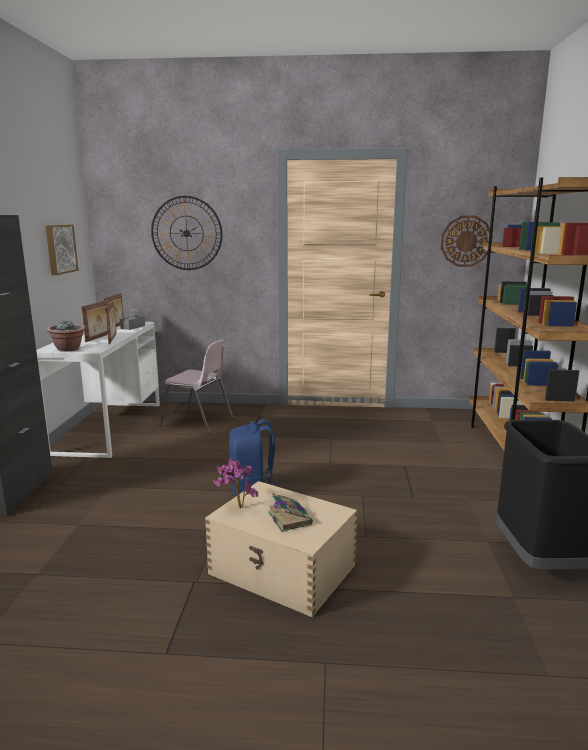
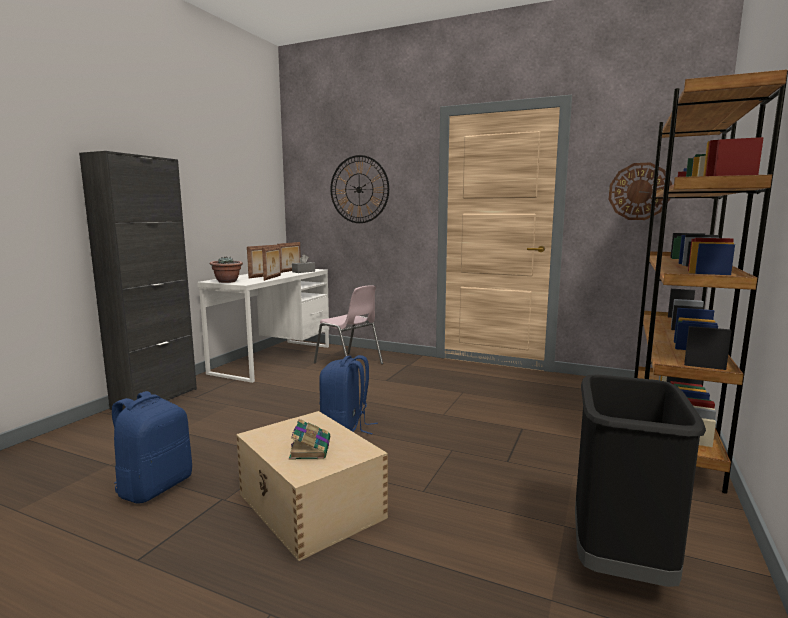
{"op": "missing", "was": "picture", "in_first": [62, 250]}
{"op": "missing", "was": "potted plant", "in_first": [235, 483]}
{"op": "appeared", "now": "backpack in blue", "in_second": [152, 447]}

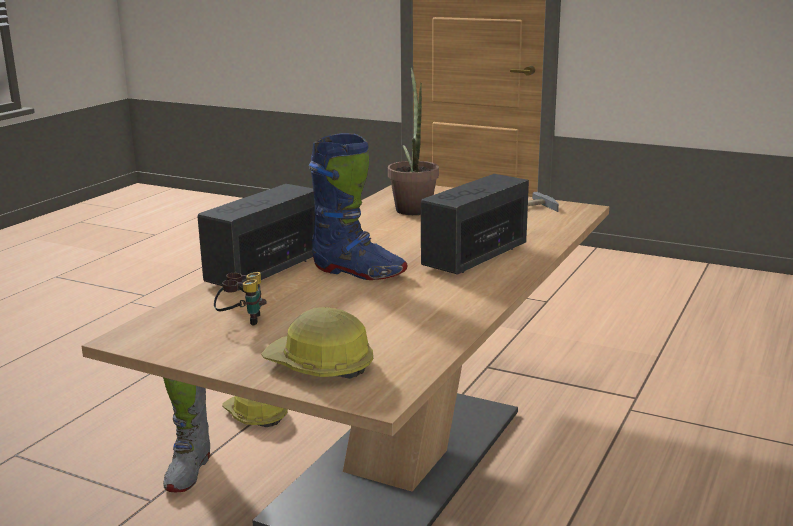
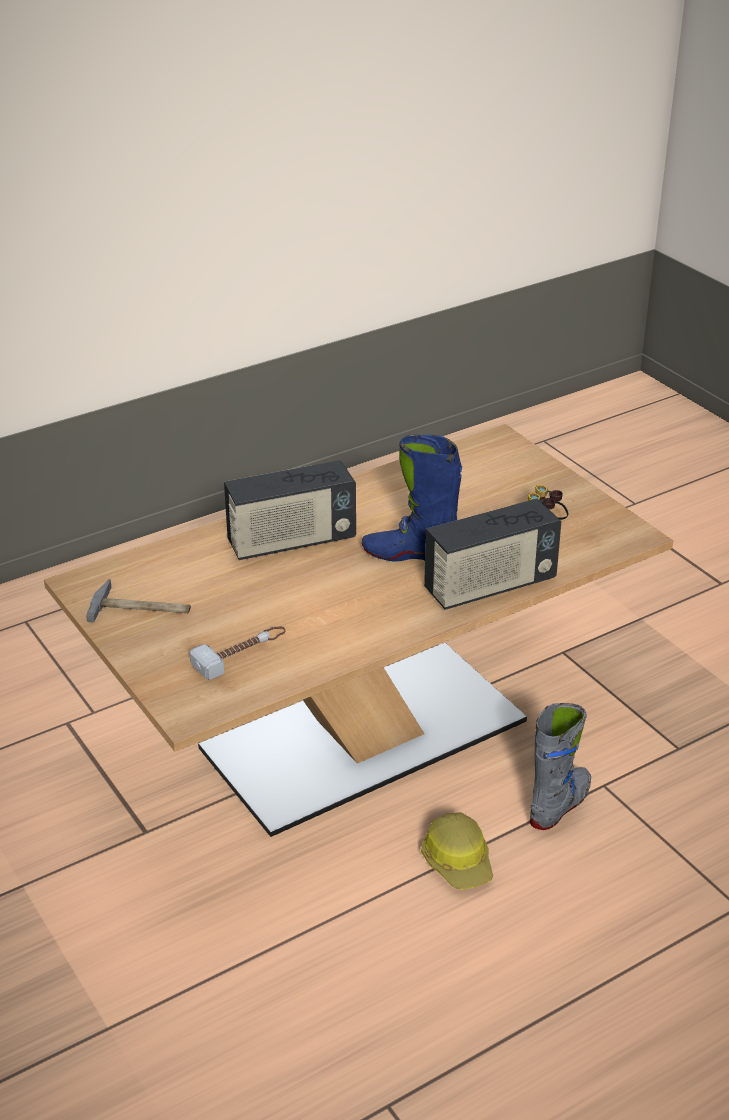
{"op": "exchanged", "was": "potted plant", "now": "hammer", "in_first": [413, 141], "in_second": [237, 653]}
{"op": "spun", "was": "boot in blue", "in_first": [358, 206], "in_second": [412, 497], "clockwise": -45}
{"op": "missing", "was": "hard hat", "in_first": [317, 343]}

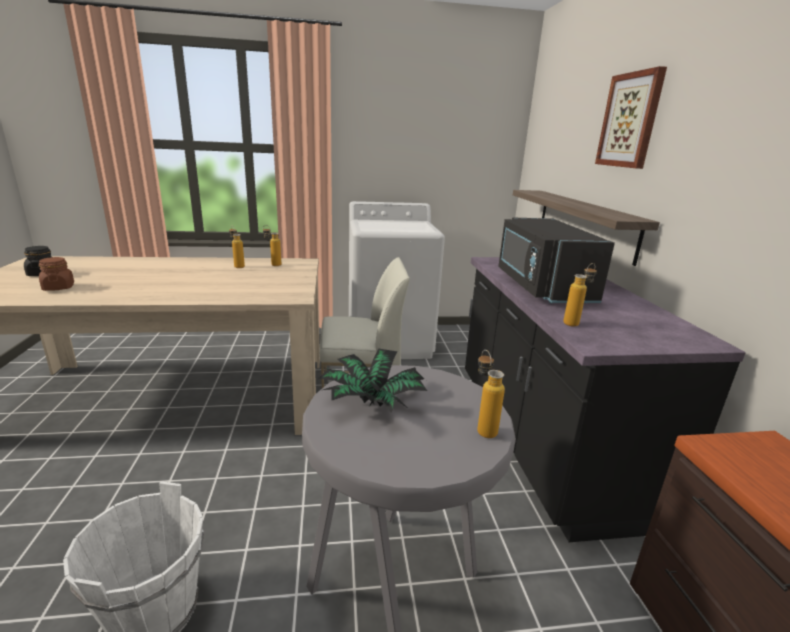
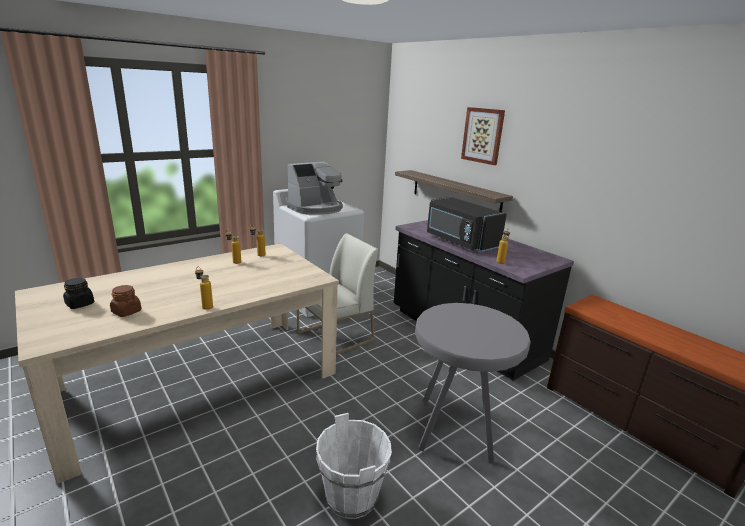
{"op": "missing", "was": "potted plant", "in_first": [373, 380]}
{"op": "relocated", "was": "bottle", "in_first": [491, 394], "in_second": [204, 288]}
{"op": "appeared", "now": "coffee machine", "in_second": [314, 188]}

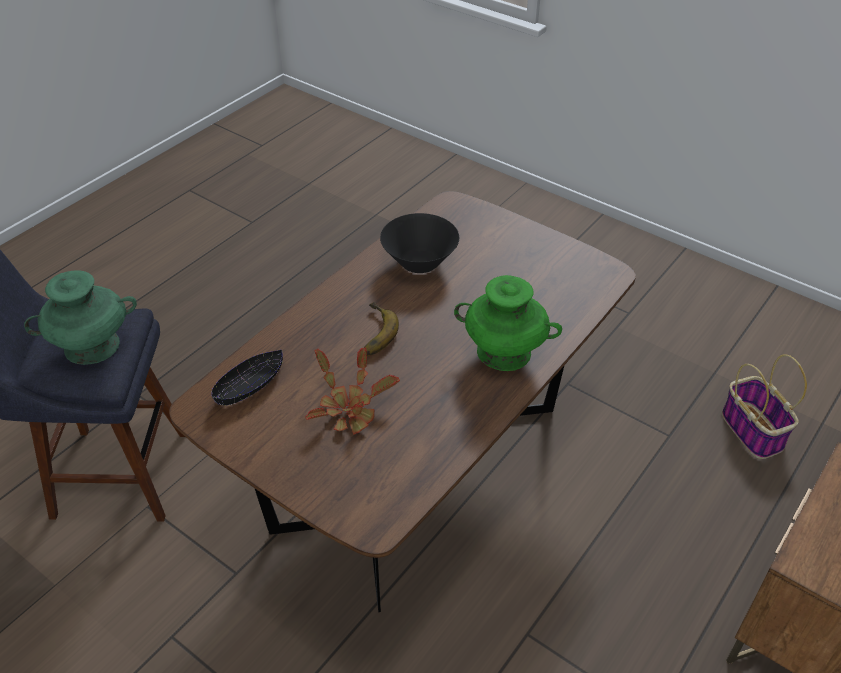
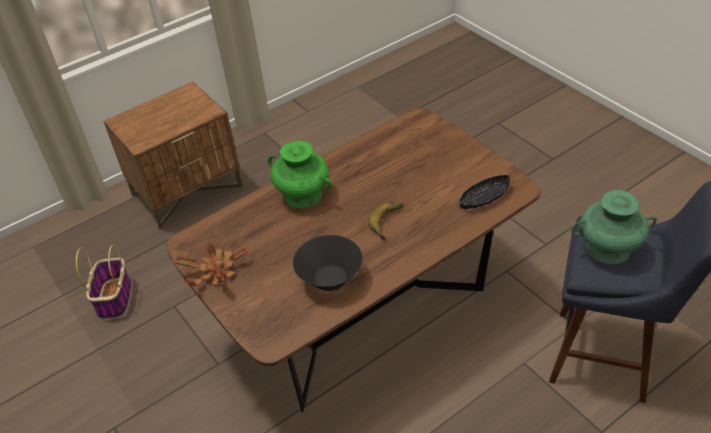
{"op": "relocated", "was": "potted plant", "in_first": [352, 391], "in_second": [211, 264]}

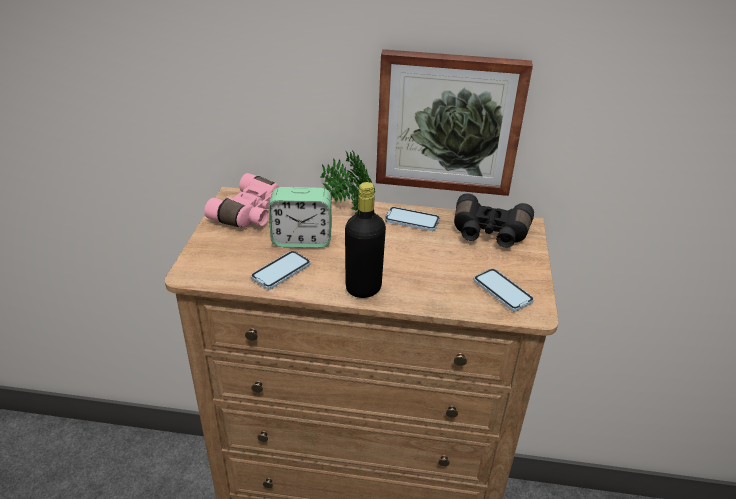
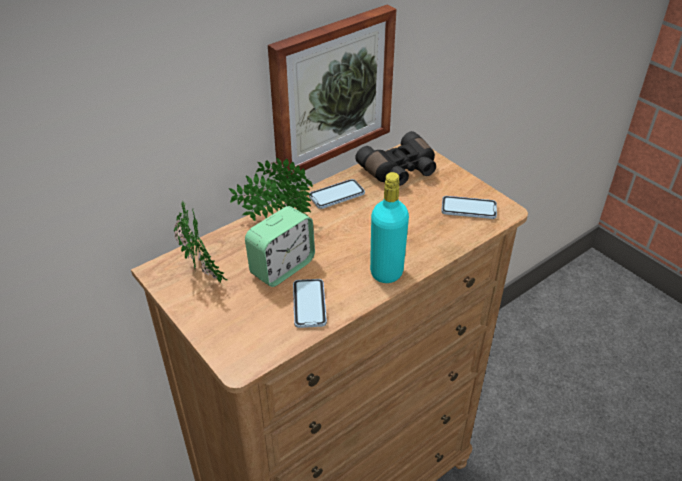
{"op": "exchanged", "was": "binoculars in pink", "now": "potted plant", "in_first": [241, 200], "in_second": [201, 243]}
{"op": "colour", "was": "bottle in black", "now": "bottle in turquoise", "in_first": [365, 240], "in_second": [389, 227]}

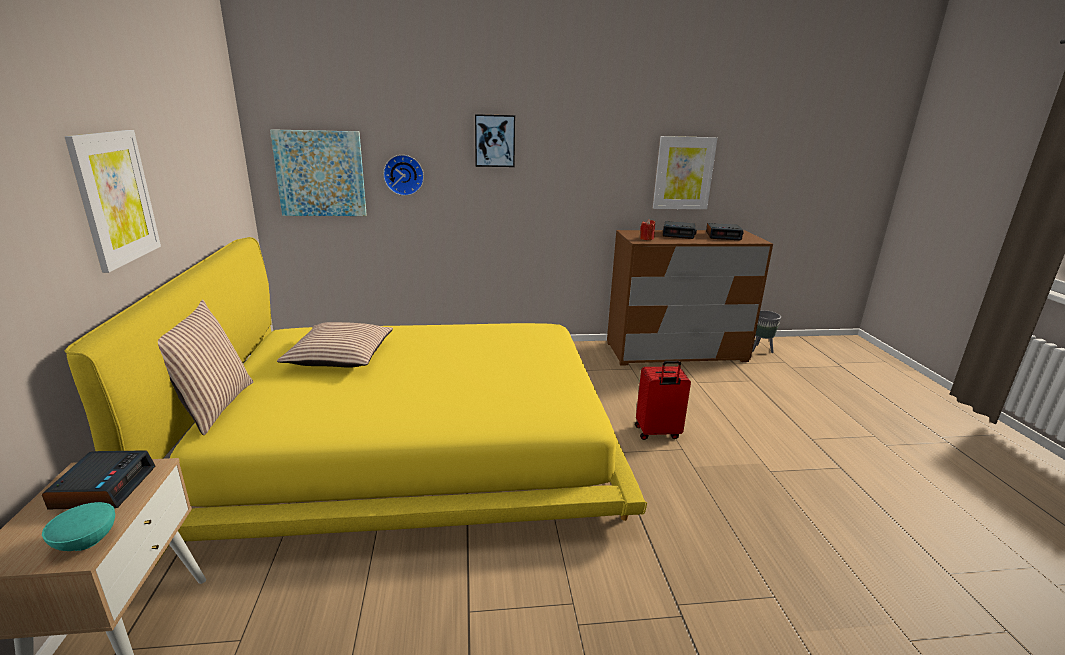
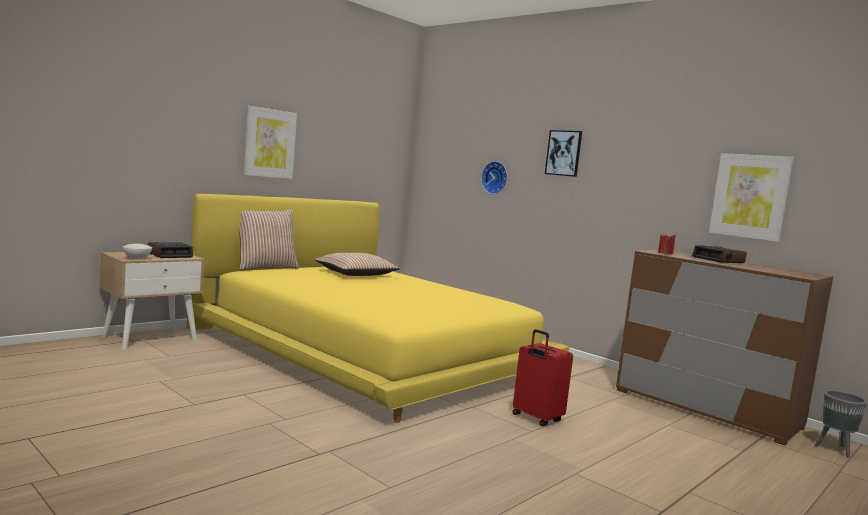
{"op": "missing", "was": "picture", "in_first": [318, 172]}
{"op": "missing", "was": "alarm clock", "in_first": [724, 231]}
{"op": "colour", "was": "bowl in turquoise", "now": "bowl in white", "in_first": [78, 526], "in_second": [137, 252]}

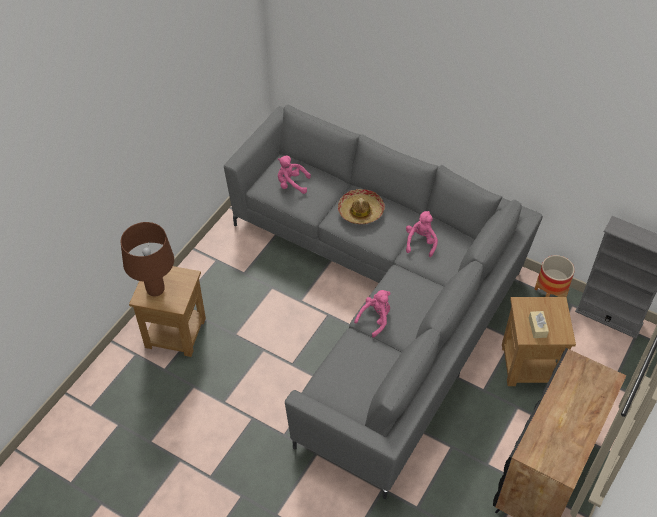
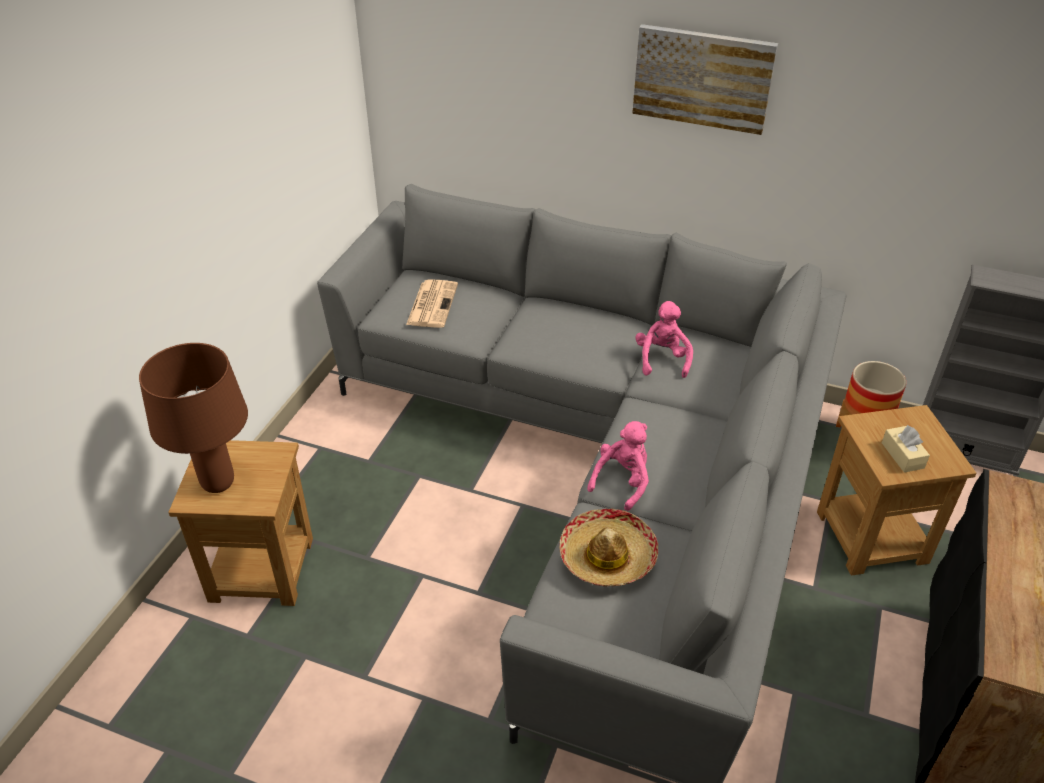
{"op": "exchanged", "was": "plush toy in pink", "now": "newspaper", "in_first": [294, 175], "in_second": [432, 303]}
{"op": "relocated", "was": "hat", "in_first": [361, 206], "in_second": [608, 547]}
{"op": "appeared", "now": "picture", "in_second": [705, 79]}

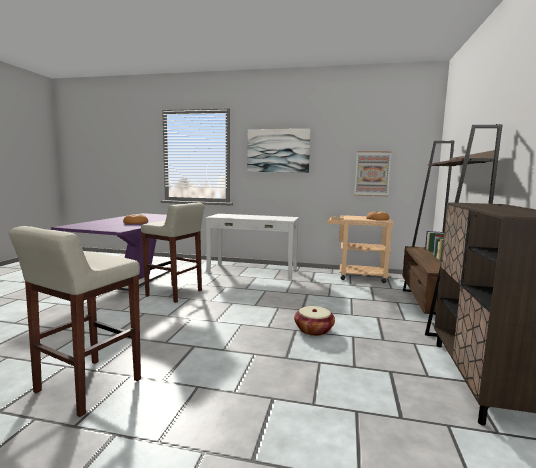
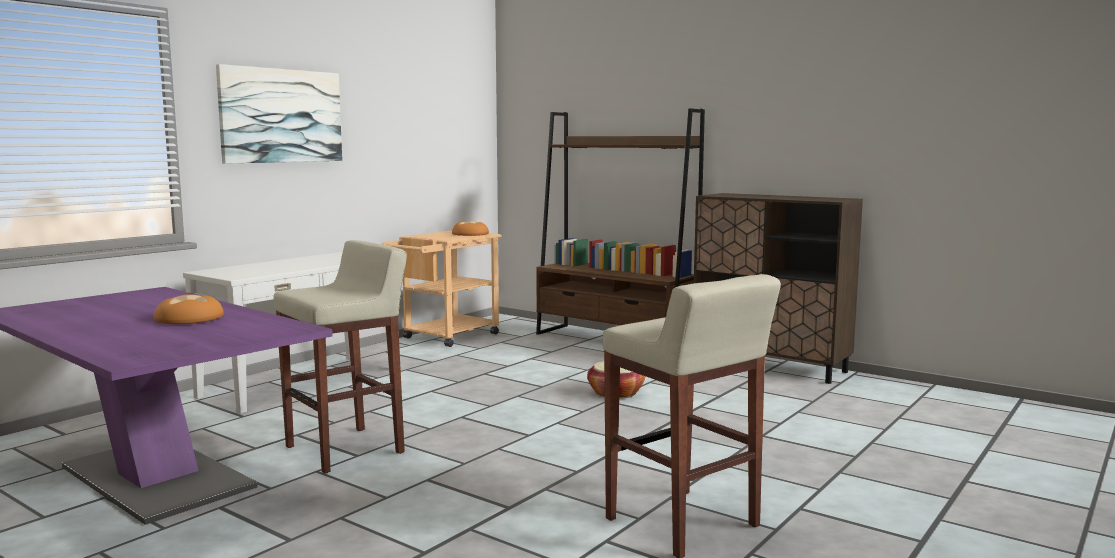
{"op": "missing", "was": "picture", "in_first": [372, 174]}

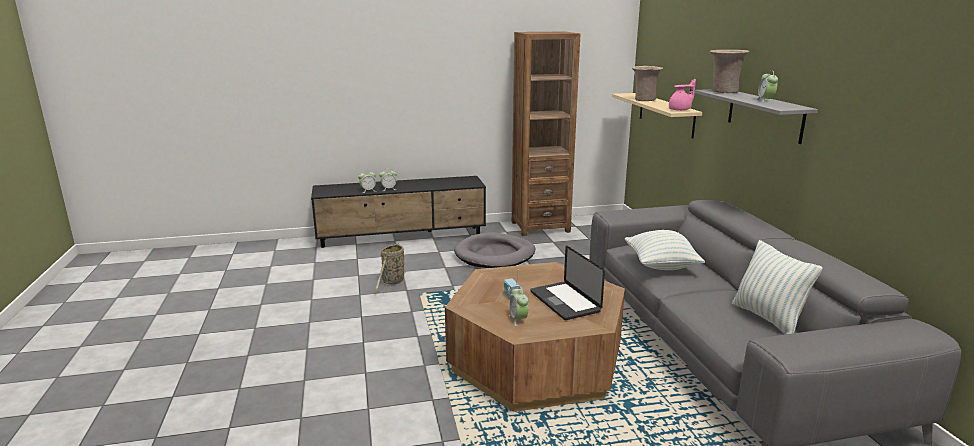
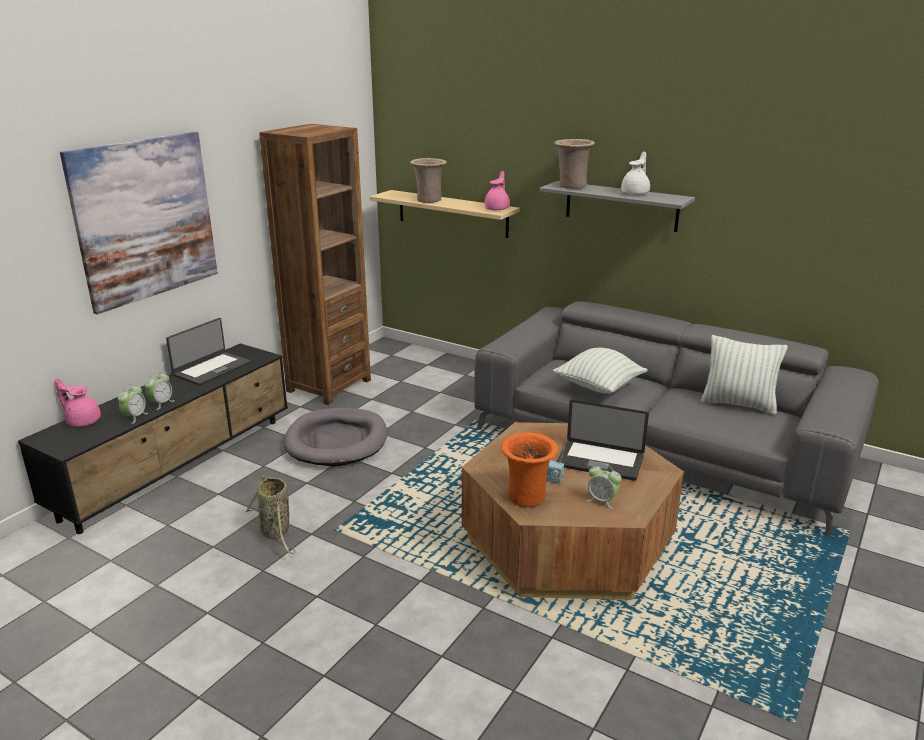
{"op": "exchanged", "was": "alarm clock", "now": "teapot in white", "in_first": [767, 86], "in_second": [635, 173]}
{"op": "appeared", "now": "picture", "in_second": [139, 223]}
{"op": "appeared", "now": "laptop", "in_second": [208, 351]}
{"op": "appeared", "now": "teapot in pink", "in_second": [78, 402]}
{"op": "appeared", "now": "vase in orange", "in_second": [530, 469]}

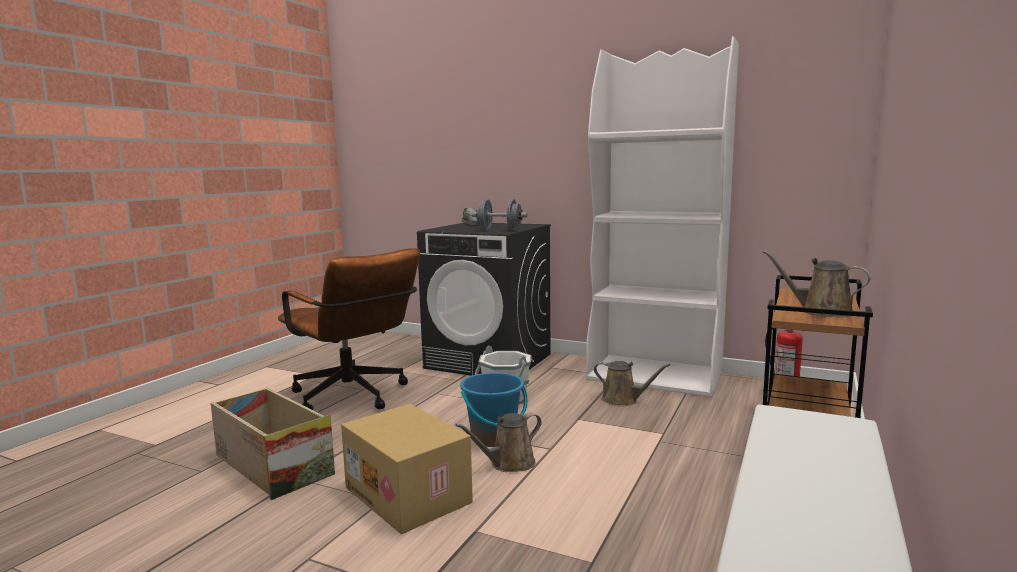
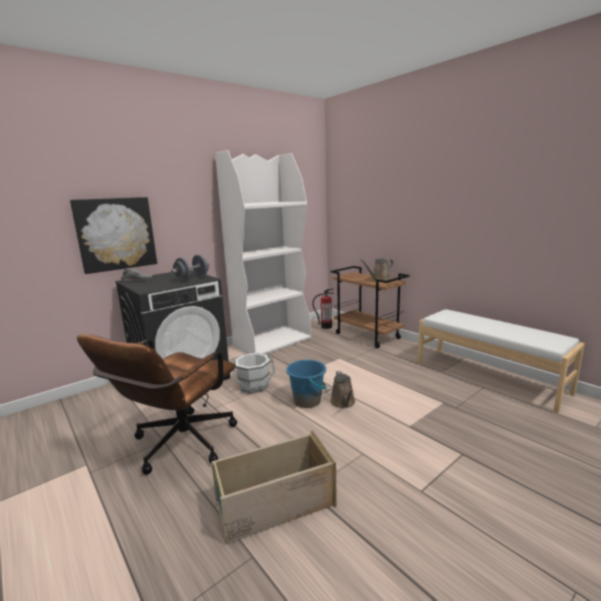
{"op": "spun", "was": "office chair in brown", "in_first": [349, 329], "in_second": [157, 404], "clockwise": 135}
{"op": "missing", "was": "watering can in brown", "in_first": [632, 383]}
{"op": "missing", "was": "cardboard box", "in_first": [407, 469]}
{"op": "appeared", "now": "picture", "in_second": [113, 235]}

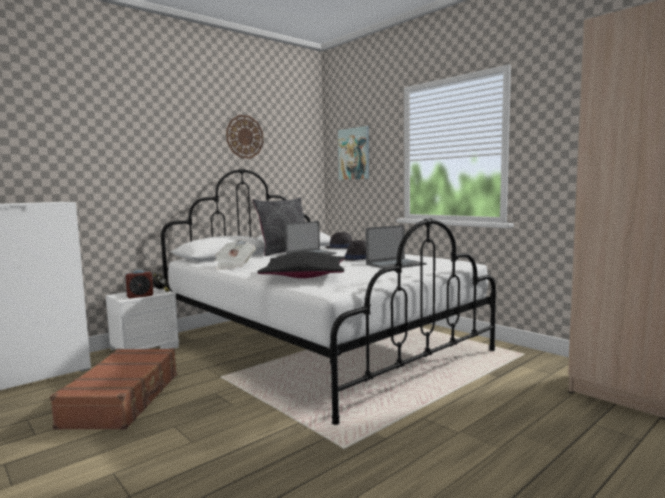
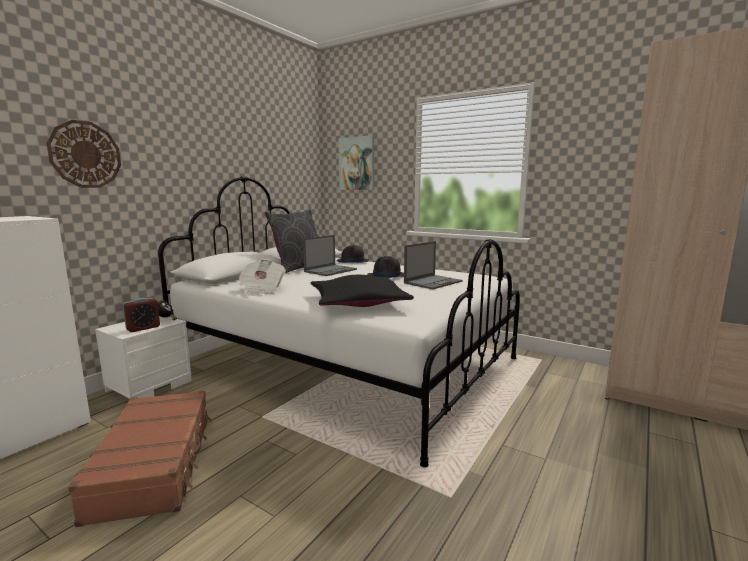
{"op": "relocated", "was": "wall clock", "in_first": [245, 136], "in_second": [84, 154]}

